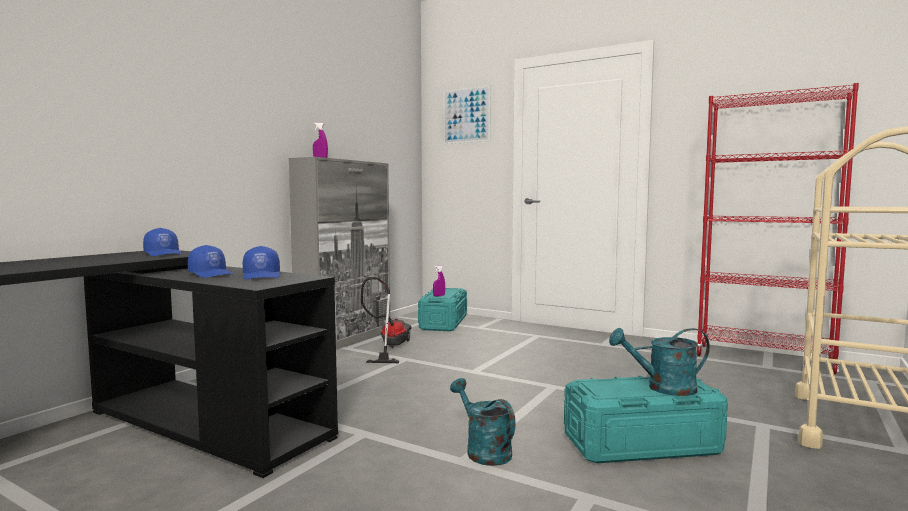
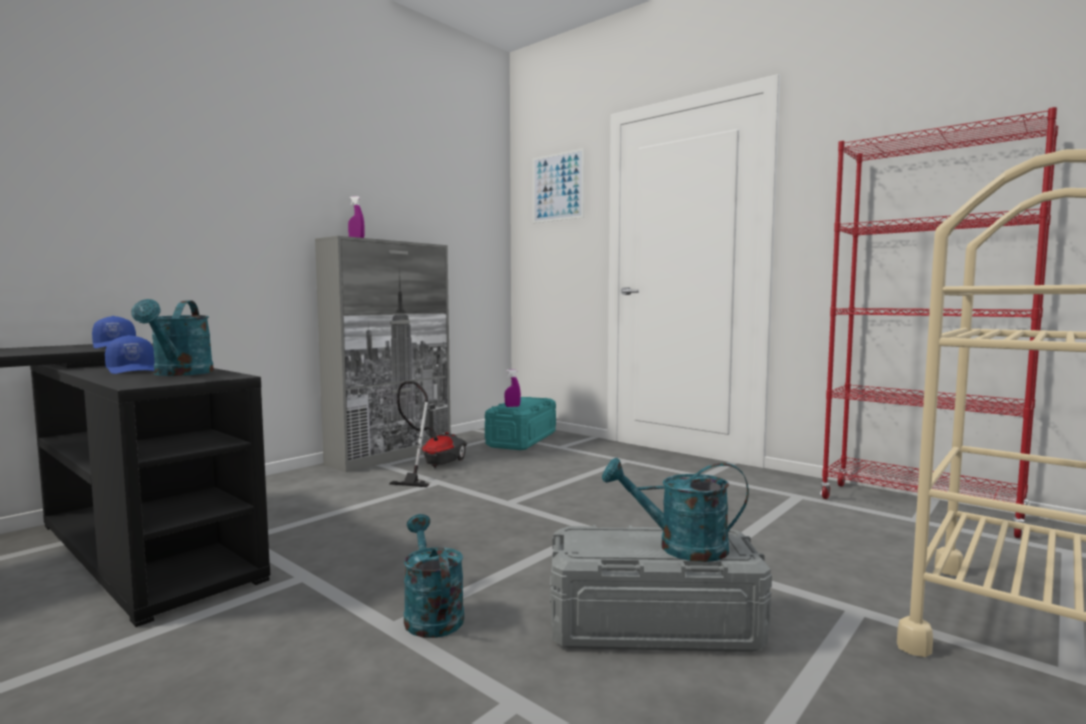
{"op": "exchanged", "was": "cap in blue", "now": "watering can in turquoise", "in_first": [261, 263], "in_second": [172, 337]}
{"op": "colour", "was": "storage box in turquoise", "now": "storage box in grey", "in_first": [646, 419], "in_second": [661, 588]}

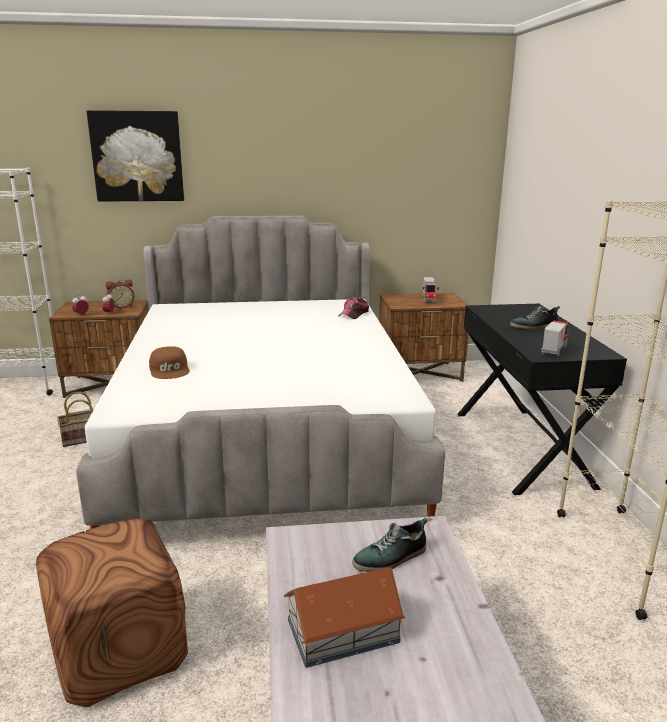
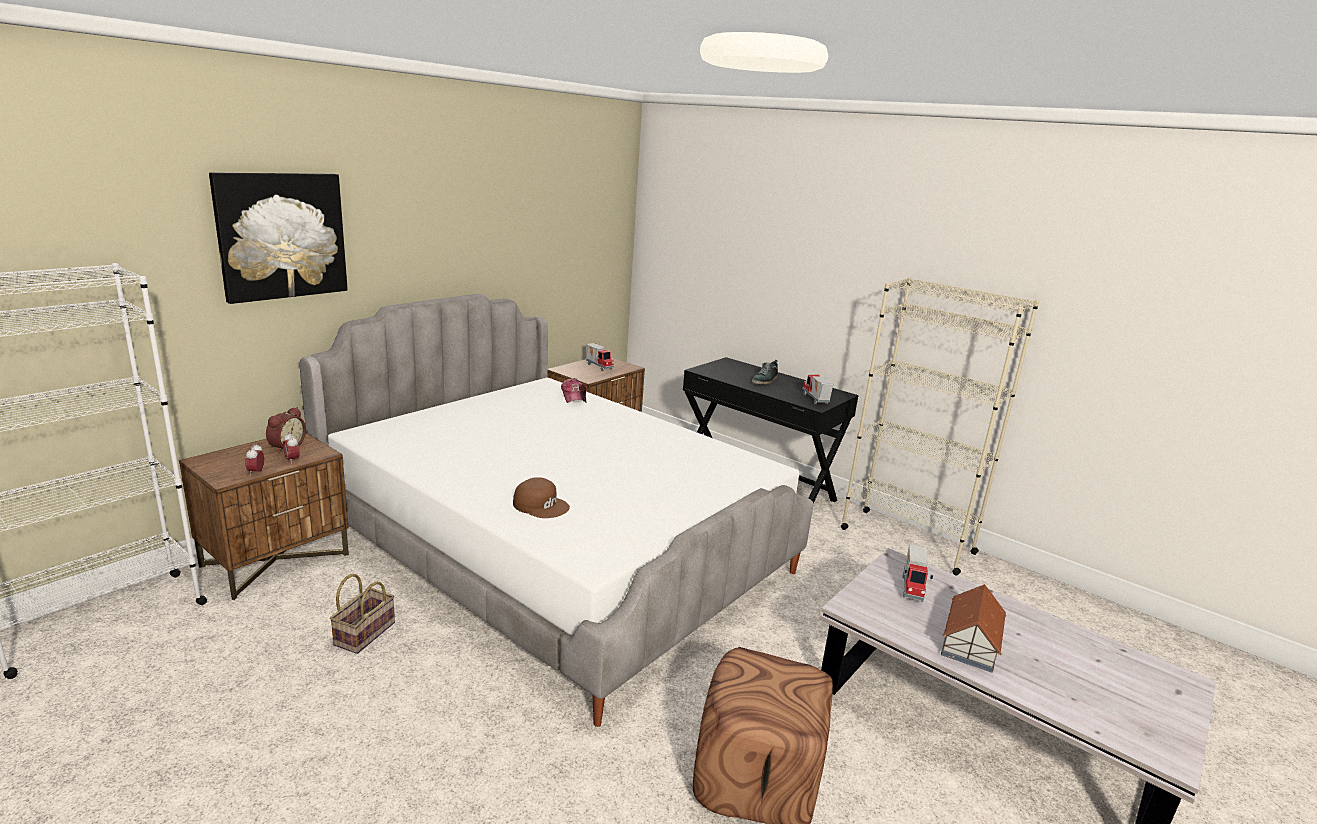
{"op": "exchanged", "was": "shoe", "now": "toy truck", "in_first": [389, 545], "in_second": [917, 573]}

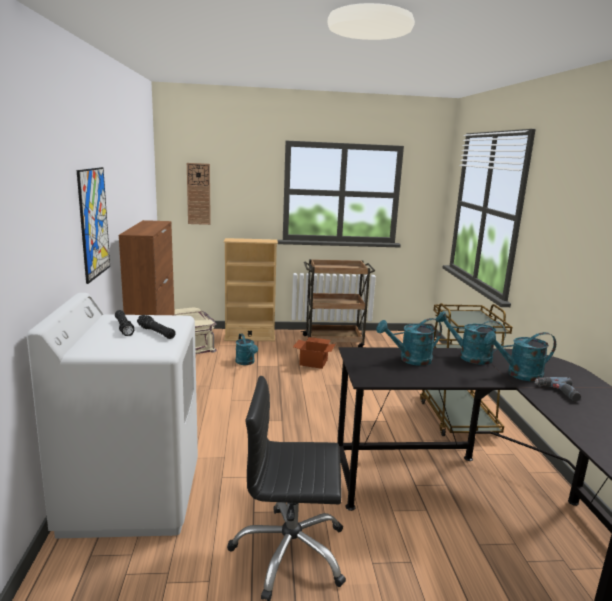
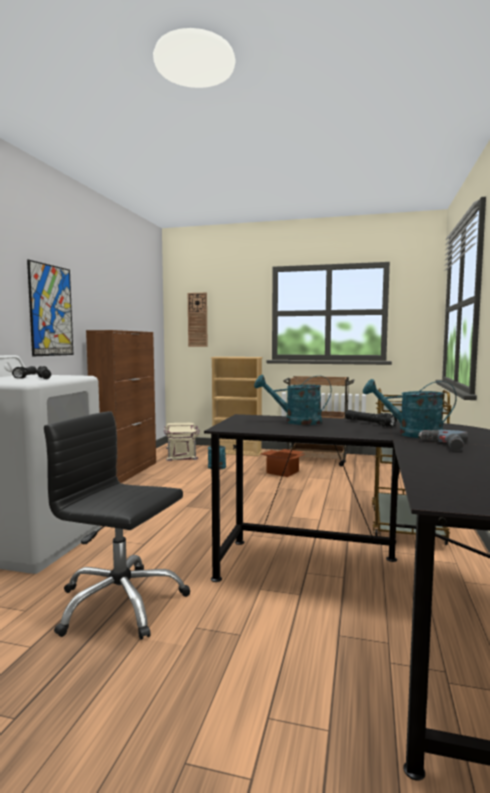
{"op": "exchanged", "was": "watering can in turquoise", "now": "flashlight in black", "in_first": [471, 338], "in_second": [371, 418]}

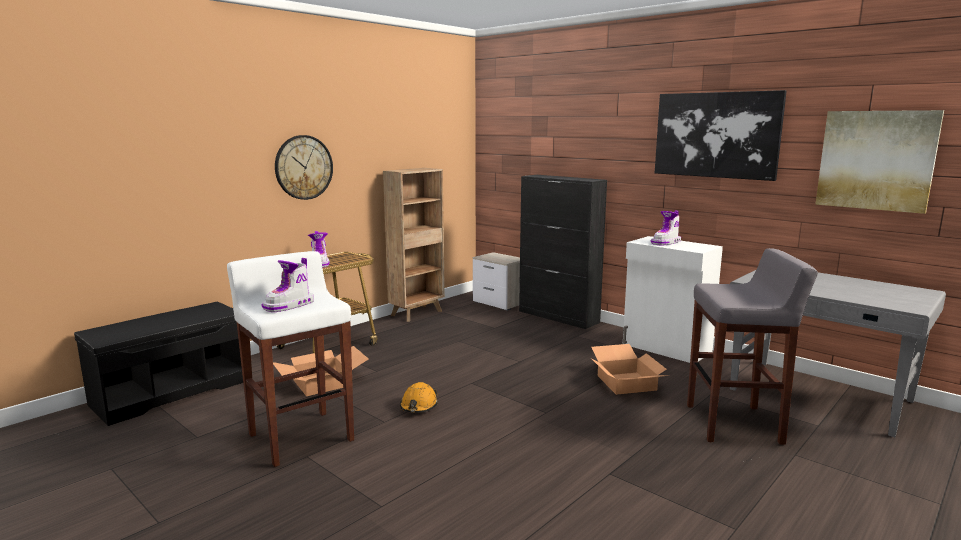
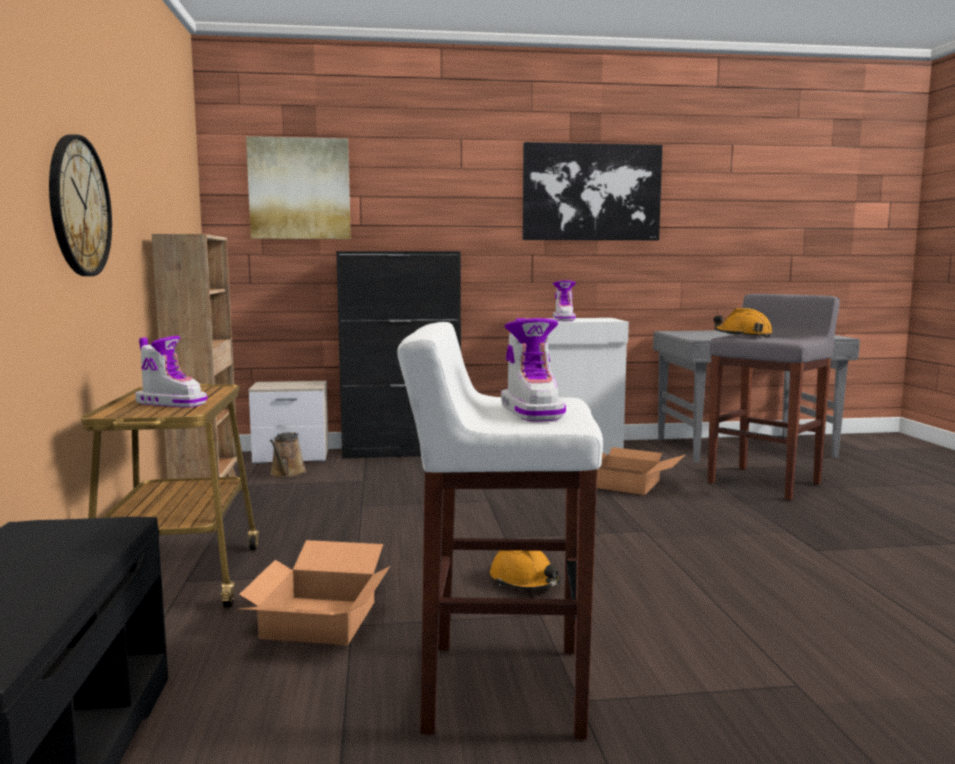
{"op": "relocated", "was": "picture", "in_first": [879, 162], "in_second": [298, 187]}
{"op": "appeared", "now": "hard hat in orange", "in_second": [743, 323]}
{"op": "appeared", "now": "watering can in brown", "in_second": [288, 455]}

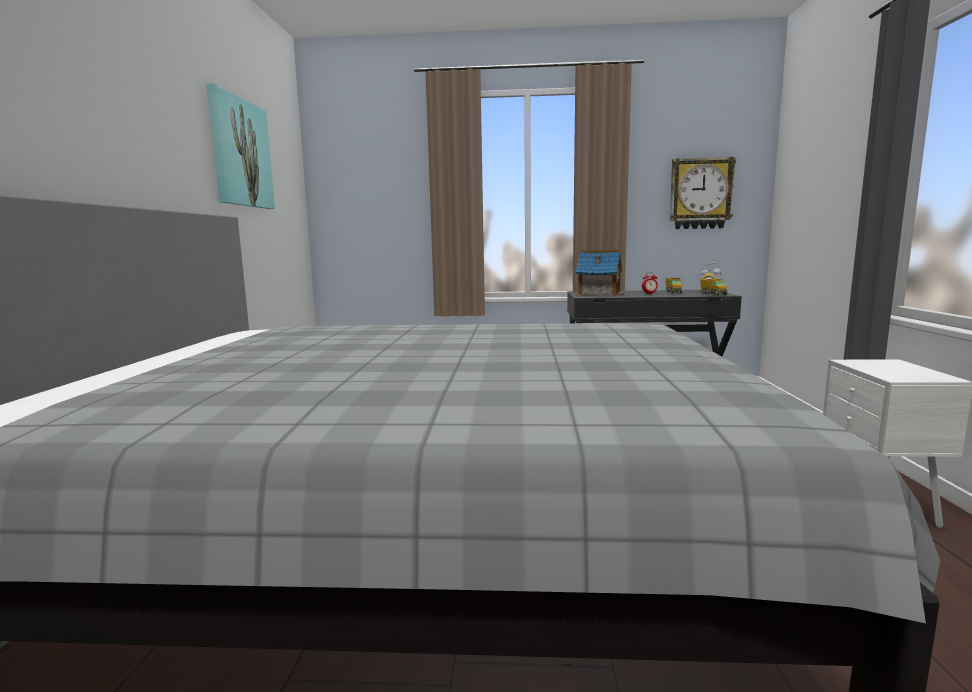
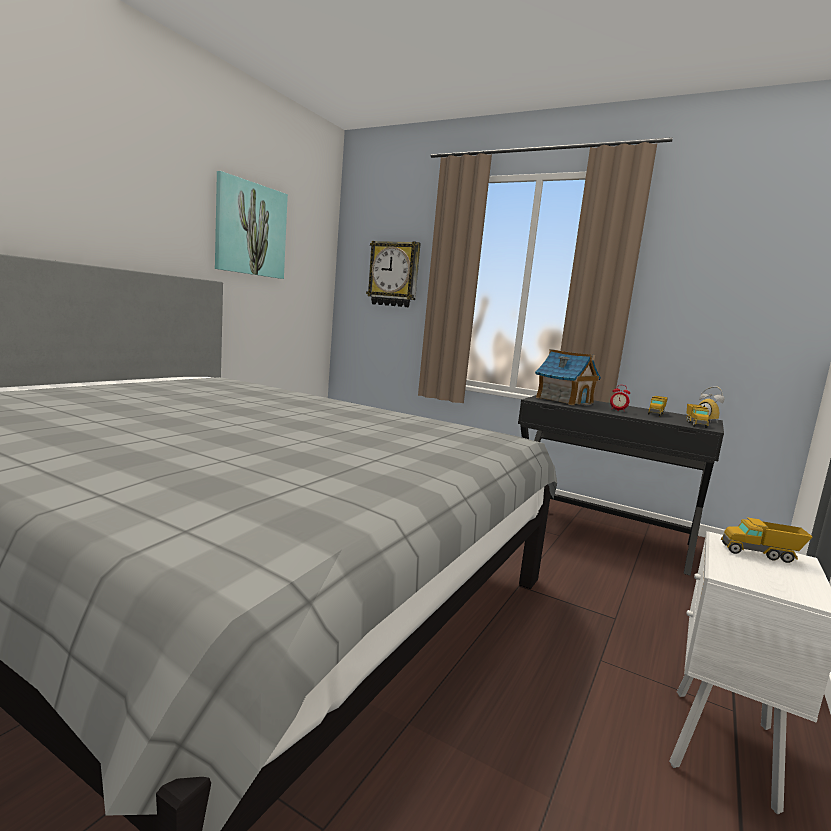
{"op": "relocated", "was": "wall clock", "in_first": [702, 193], "in_second": [393, 274]}
{"op": "appeared", "now": "toy truck", "in_second": [767, 540]}

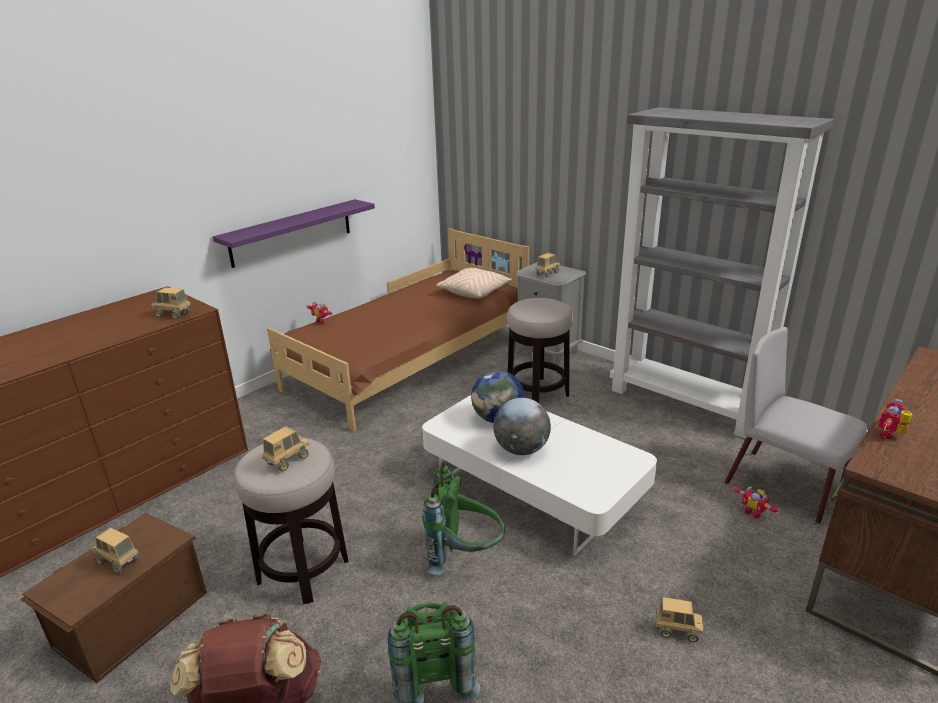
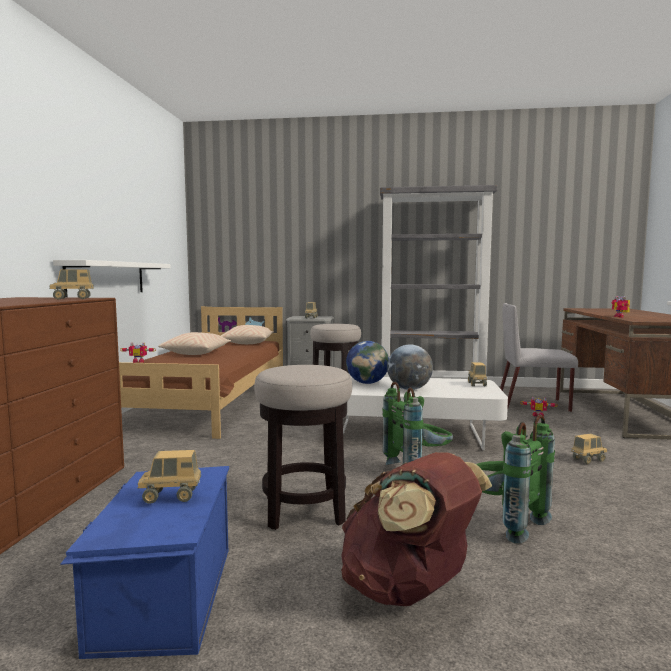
{"op": "colour", "was": "shelf in purple", "now": "shelf in white", "in_first": [294, 233], "in_second": [112, 278]}
{"op": "relocated", "was": "toy truck", "in_first": [286, 449], "in_second": [477, 374]}
{"op": "colour", "was": "storage box in brown", "now": "storage box in blue", "in_first": [113, 598], "in_second": [144, 562]}
{"op": "appeared", "now": "pillow in beige", "in_second": [194, 343]}

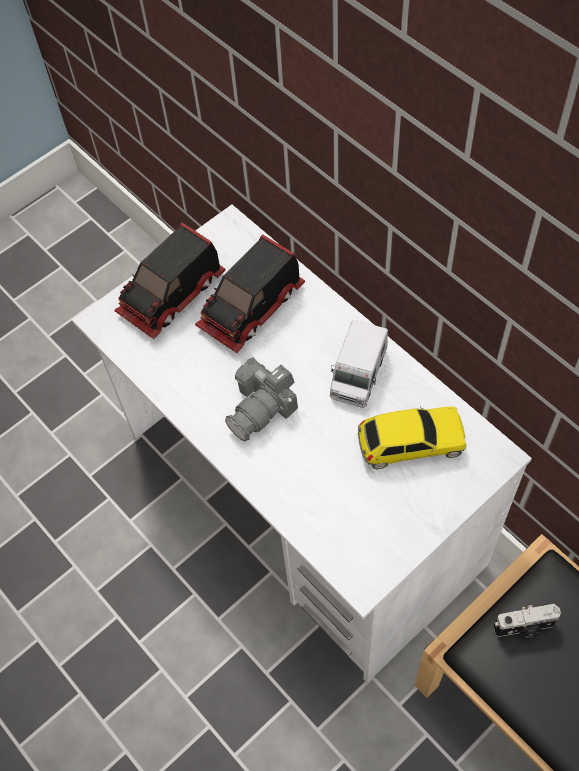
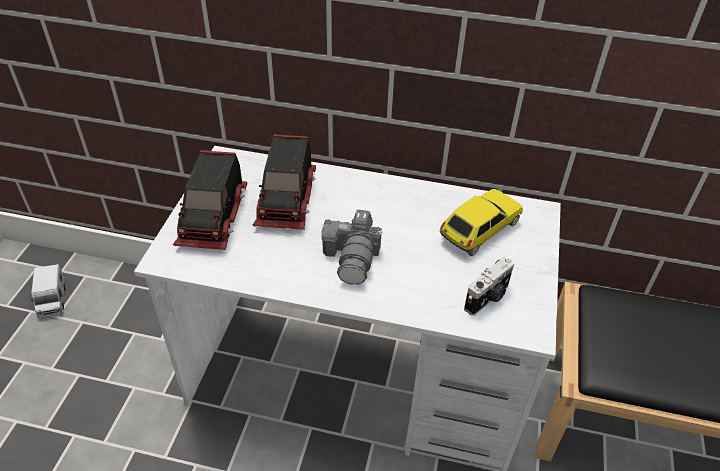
{"op": "relocated", "was": "toy truck", "in_first": [359, 364], "in_second": [47, 291]}
{"op": "relocated", "was": "photo camera", "in_first": [527, 620], "in_second": [489, 286]}

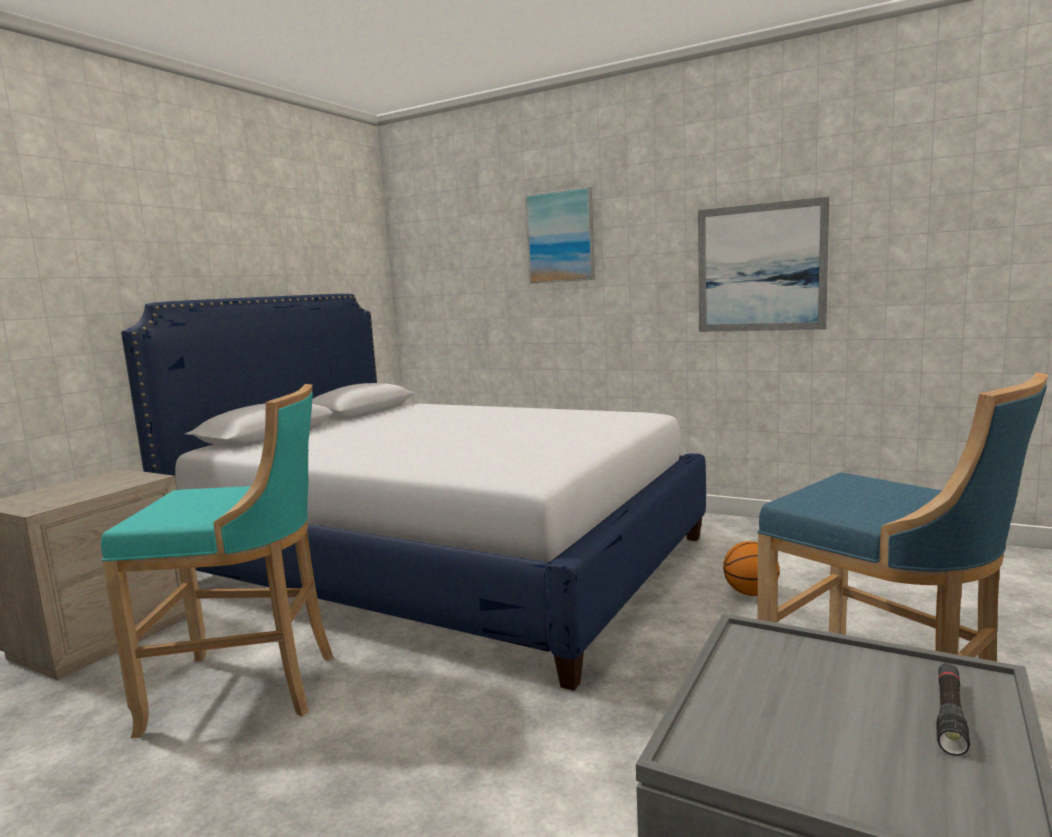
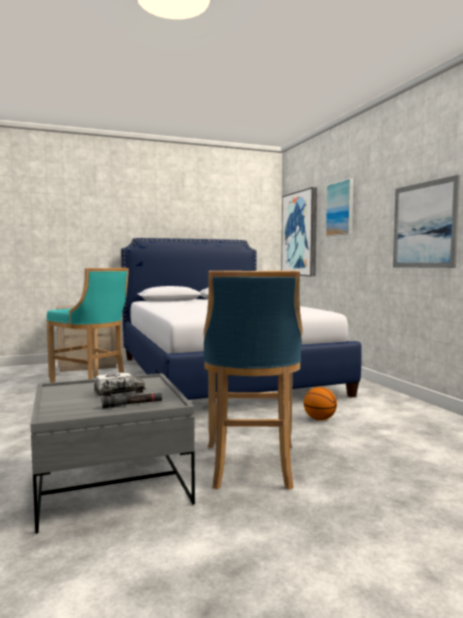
{"op": "appeared", "now": "picture", "in_second": [299, 231]}
{"op": "appeared", "now": "toy truck", "in_second": [119, 384]}

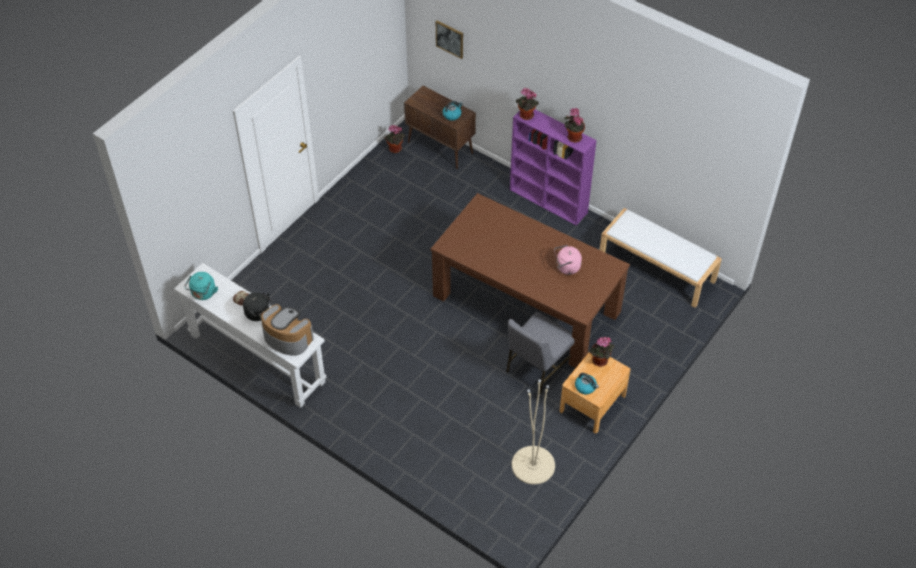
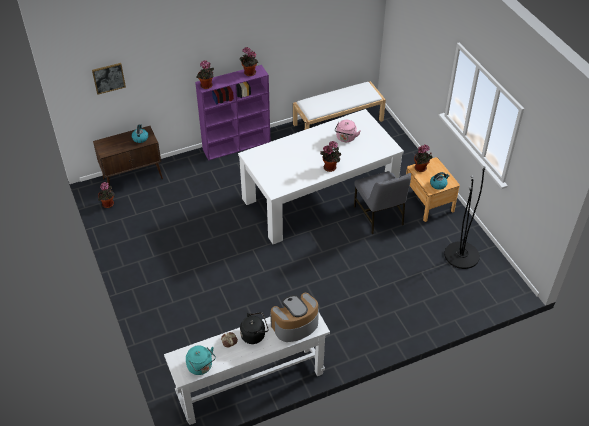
{"op": "colour", "was": "dining table in brown", "now": "dining table in white", "in_first": [530, 280], "in_second": [321, 176]}
{"op": "colour", "was": "floor lamp in beige", "now": "floor lamp in black", "in_first": [533, 432], "in_second": [465, 217]}
{"op": "appeared", "now": "potted plant", "in_second": [330, 156]}

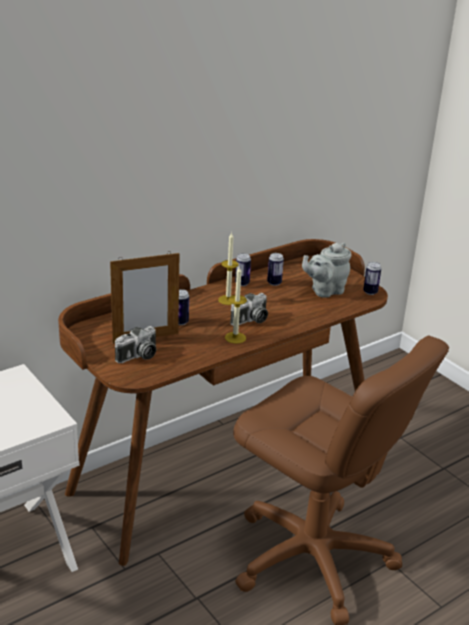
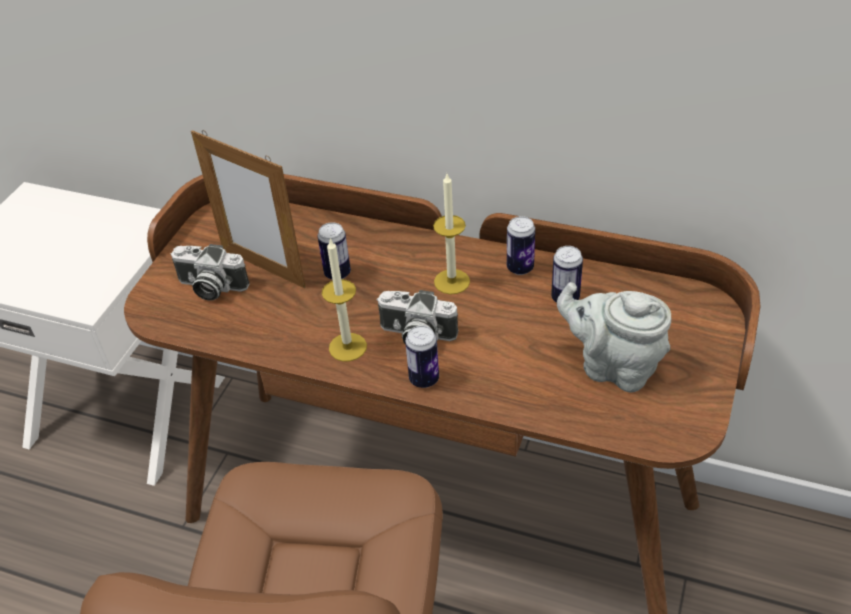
{"op": "relocated", "was": "can", "in_first": [372, 278], "in_second": [422, 357]}

